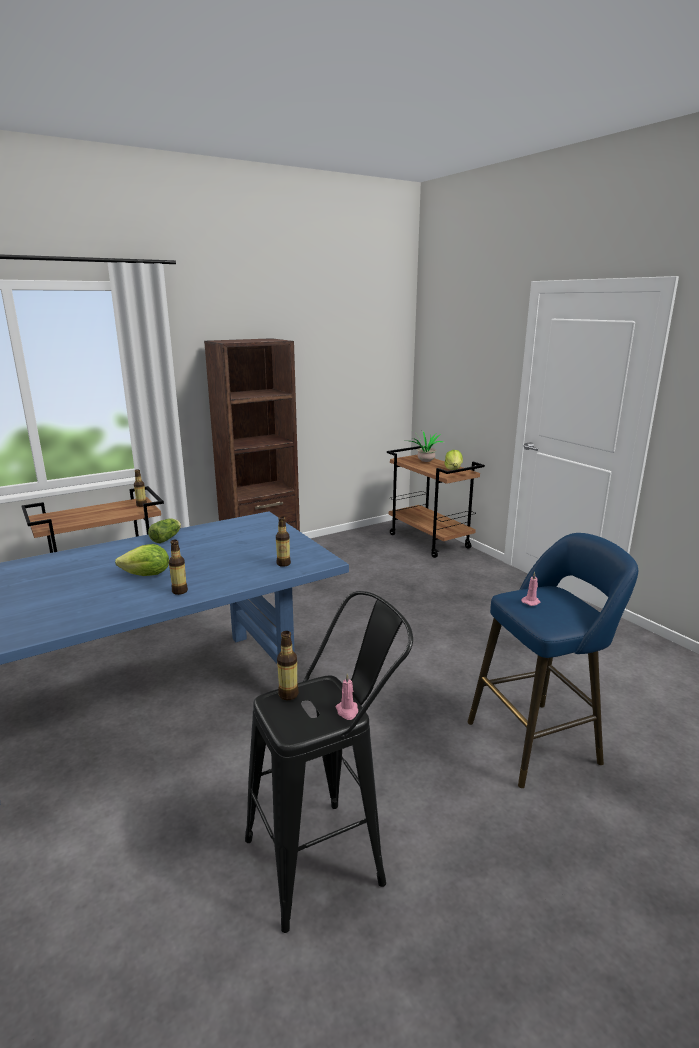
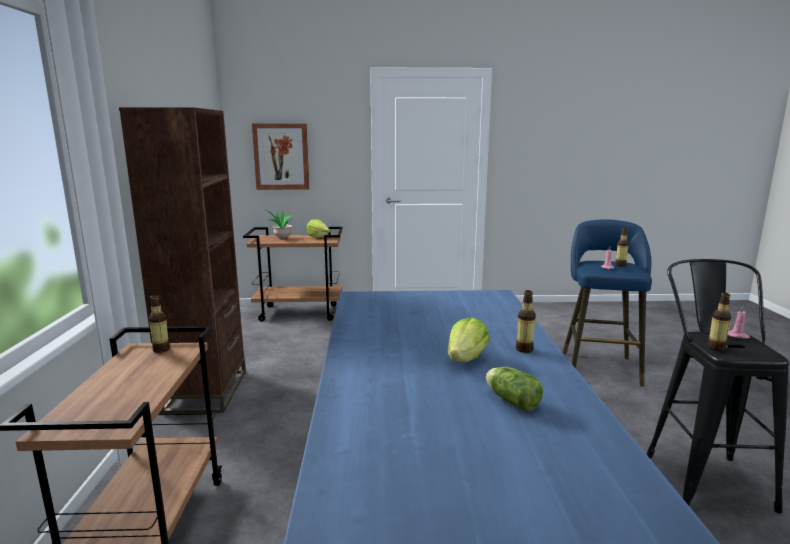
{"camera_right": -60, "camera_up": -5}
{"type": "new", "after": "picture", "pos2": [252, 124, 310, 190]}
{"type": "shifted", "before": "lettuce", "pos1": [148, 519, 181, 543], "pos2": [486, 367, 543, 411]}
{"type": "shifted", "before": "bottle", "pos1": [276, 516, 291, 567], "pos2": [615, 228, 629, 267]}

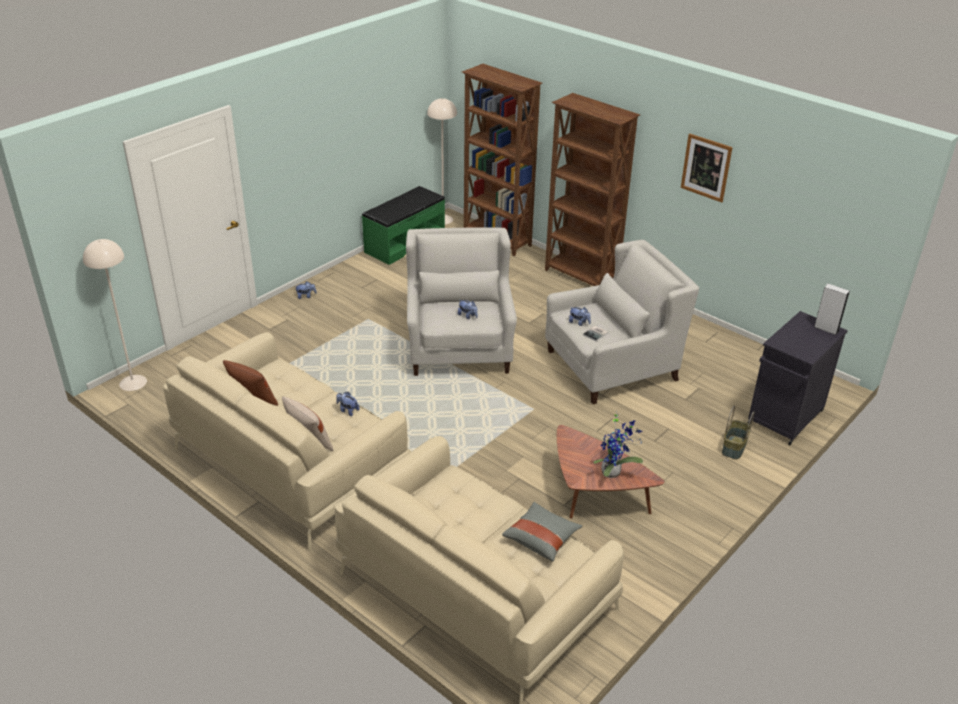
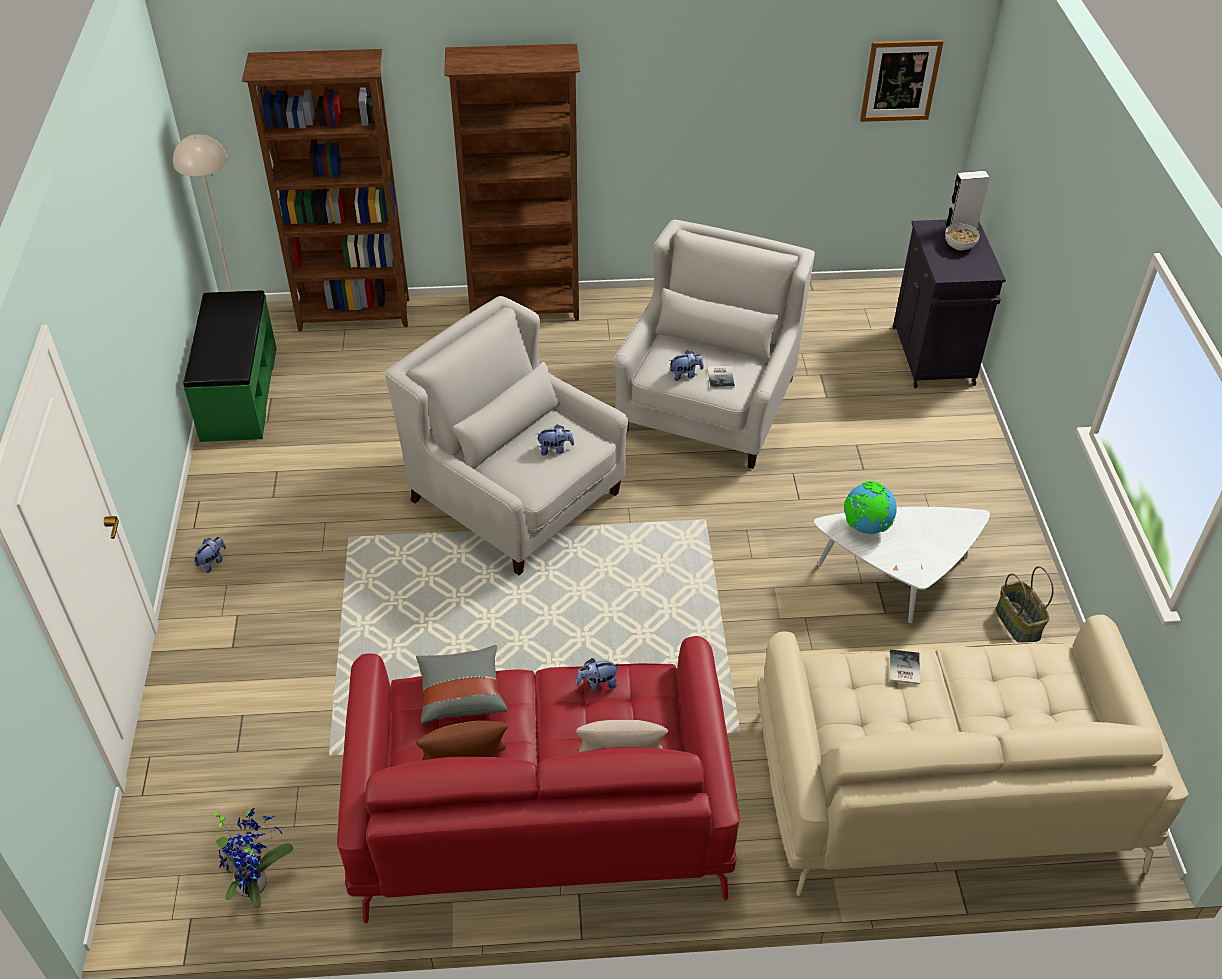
{"camera_right": -45, "camera_up": 10}
{"type": "gone", "before": "floor lamp/beige", "pos1": [83, 239, 147, 391]}
{"type": "new", "after": "globe", "pos2": [844, 481, 897, 534]}
{"type": "new", "after": "book", "pos2": [890, 649, 920, 685]}
{"type": "new", "after": "bowl", "pos2": [945, 224, 980, 250]}
{"type": "shifted", "before": "pillow/grey", "pos1": [502, 502, 582, 562], "pos2": [416, 645, 508, 724]}
{"type": "shifted", "before": "potted plant", "pos1": [593, 411, 643, 478], "pos2": [214, 807, 293, 909]}
{"type": "shifted", "before": "picture", "pos1": [681, 133, 733, 202], "pos2": [860, 40, 944, 122]}
{"type": "shifted", "before": "basket", "pos1": [722, 406, 755, 459], "pos2": [996, 566, 1054, 643]}
{"type": "repainted", "before": "sofa/beige", "after": "sofa/red", "pos1": [163, 332, 411, 551], "pos2": [337, 636, 740, 924]}
{"type": "repainted", "before": "coffee table/brown", "after": "coffee table/white", "pos1": [557, 425, 664, 519], "pos2": [814, 507, 990, 624]}

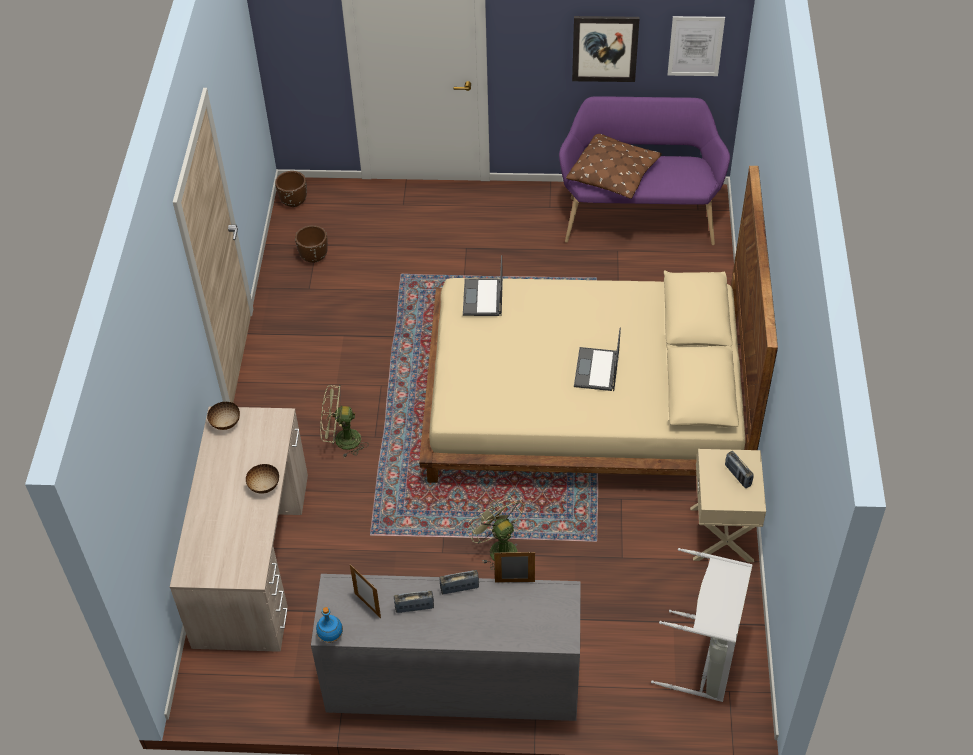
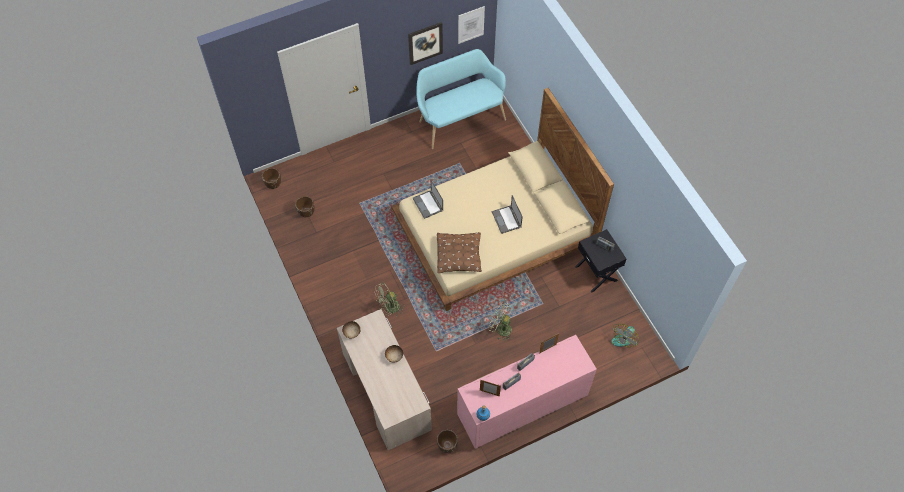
{"camera_right": -30, "camera_up": 10}
{"type": "new", "after": "planter/brown", "pos2": [437, 429, 458, 453]}
{"type": "shifted", "before": "pillow/brown", "pos1": [566, 134, 662, 199], "pos2": [437, 232, 482, 273]}
{"type": "swapped", "before": "laundry basket/grey", "after": "fan", "pos1": [651, 548, 753, 702], "pos2": [611, 324, 639, 348]}
{"type": "repainted", "before": "dresser/grey", "after": "dresser/pink", "pos1": [311, 574, 581, 721], "pos2": [457, 335, 597, 449]}
{"type": "repainted", "before": "bench/purple", "after": "bench/turquoise", "pos1": [559, 96, 730, 245], "pos2": [416, 49, 506, 149]}
{"type": "repainted", "before": "nightstand/beige", "after": "nightstand/black", "pos1": [690, 449, 766, 562], "pos2": [575, 229, 626, 293]}

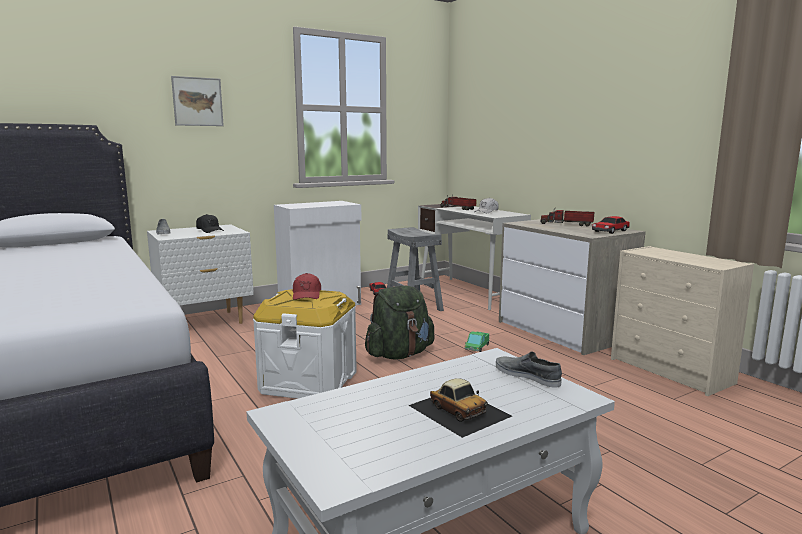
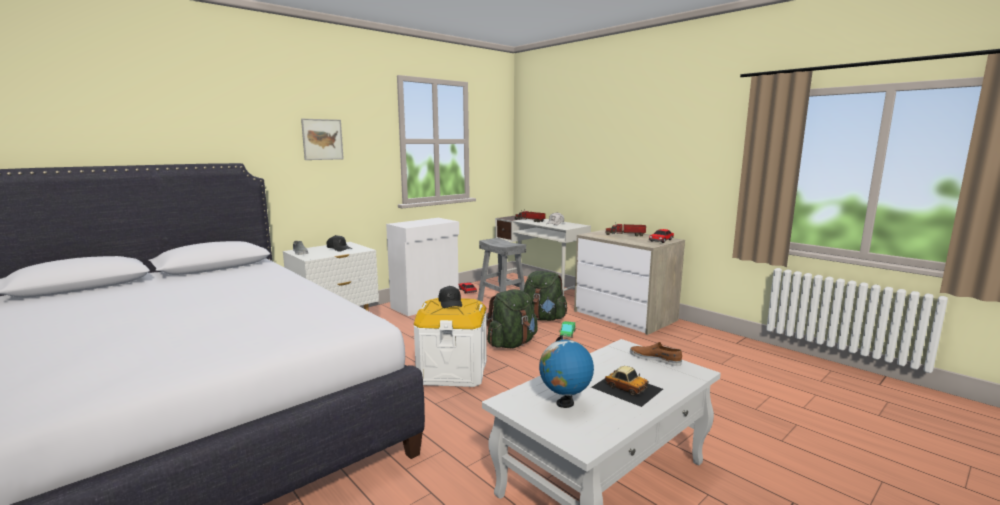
{"camera_right": -10, "camera_up": 0}
{"type": "gone", "before": "dresser/beige", "pos1": [611, 246, 754, 396]}
{"type": "new", "after": "backpack/green", "pos2": [524, 271, 568, 321]}
{"type": "new", "after": "globe", "pos2": [539, 335, 594, 408]}
{"type": "repainted", "before": "cap/red", "after": "cap/black", "pos1": [293, 273, 321, 300], "pos2": [438, 286, 462, 308]}
{"type": "repainted", "before": "shoe/grey", "after": "shoe/brown", "pos1": [496, 351, 562, 388], "pos2": [630, 342, 682, 366]}

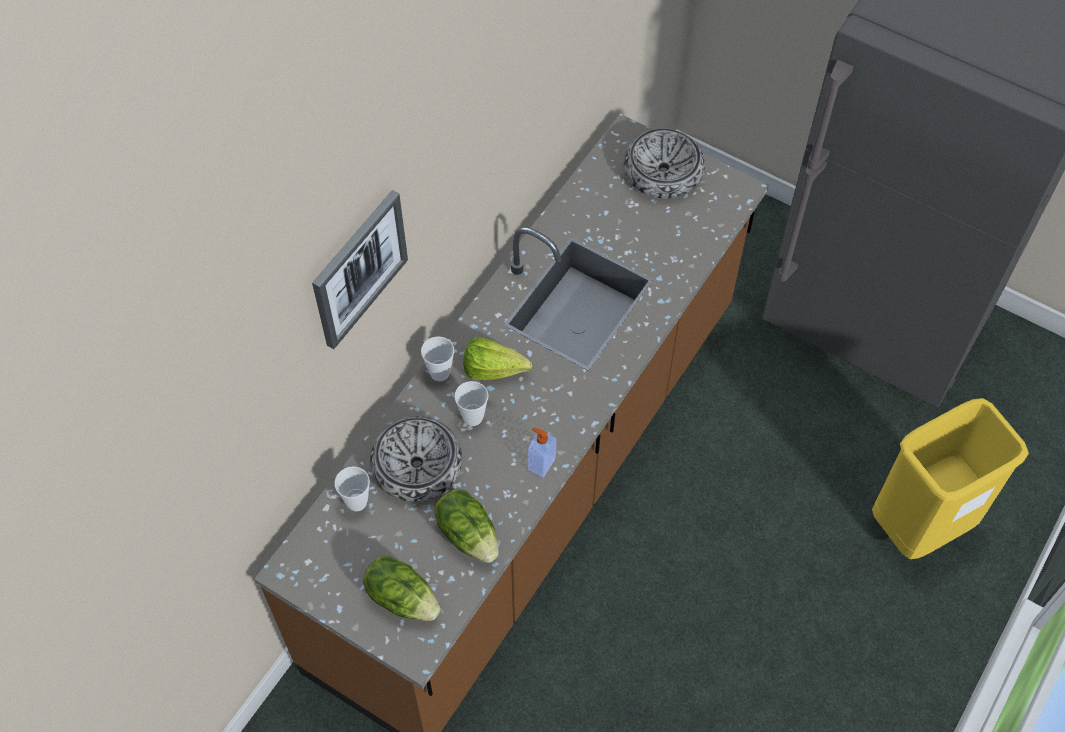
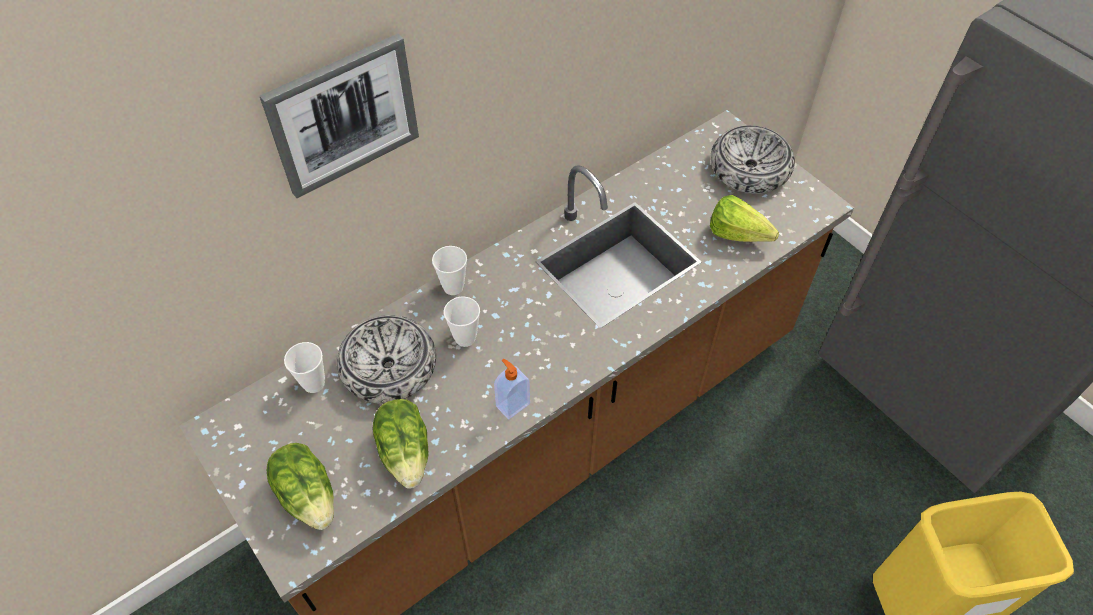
{"camera_right": 20, "camera_up": -5}
{"type": "shifted", "before": "lettuce", "pos1": [464, 337, 532, 380], "pos2": [710, 195, 779, 242]}

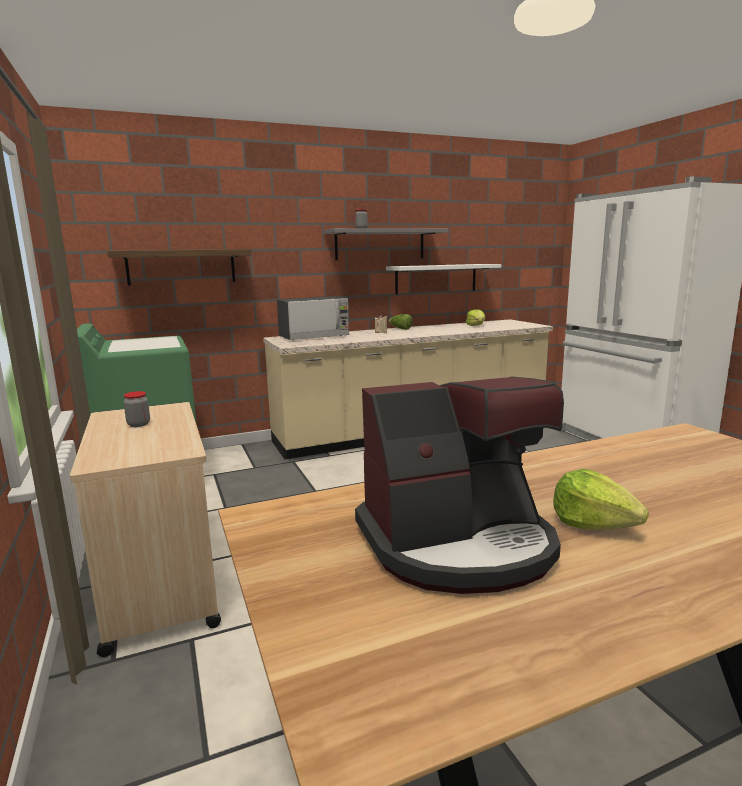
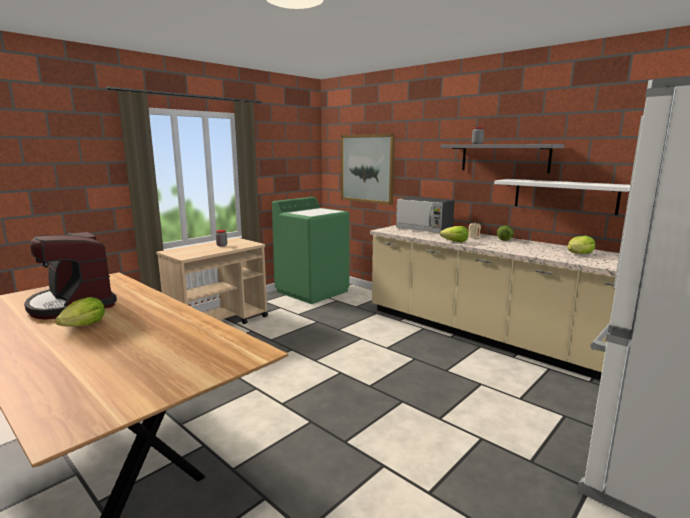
{"camera_right": 65, "camera_up": 0}
{"type": "new", "after": "lettuce", "pos2": [440, 226, 468, 242]}
{"type": "swapped", "before": "shelf", "after": "picture", "pos1": [107, 249, 252, 285], "pos2": [341, 134, 395, 205]}

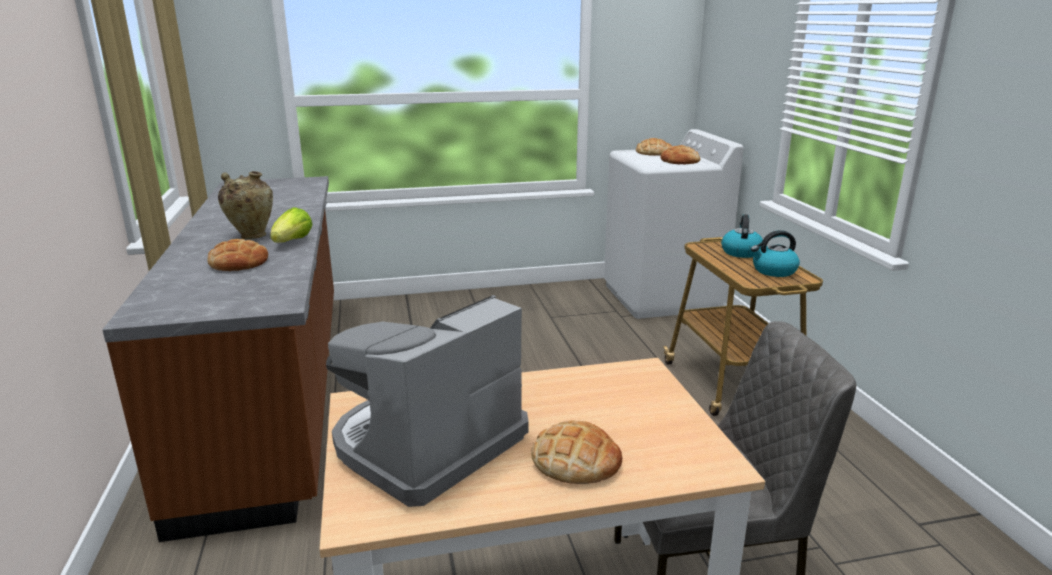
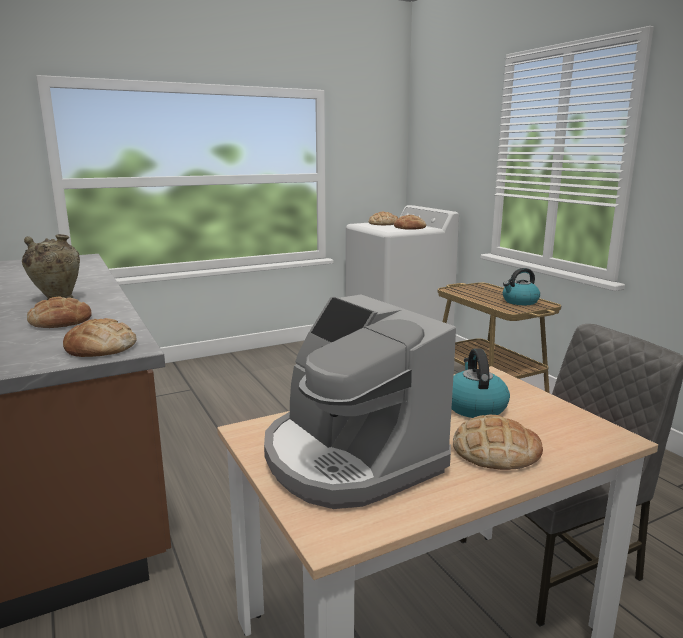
{"camera_right": -15, "camera_up": -5}
{"type": "gone", "before": "lettuce", "pos1": [270, 207, 312, 243]}
{"type": "new", "after": "bread", "pos2": [63, 318, 136, 357]}
{"type": "shifted", "before": "kettle", "pos1": [721, 214, 763, 258], "pos2": [452, 349, 510, 418]}
{"type": "rotated", "before": "coffee machine", "pos1": [326, 295, 529, 507], "pos2": [264, 295, 456, 509], "turn": -60}

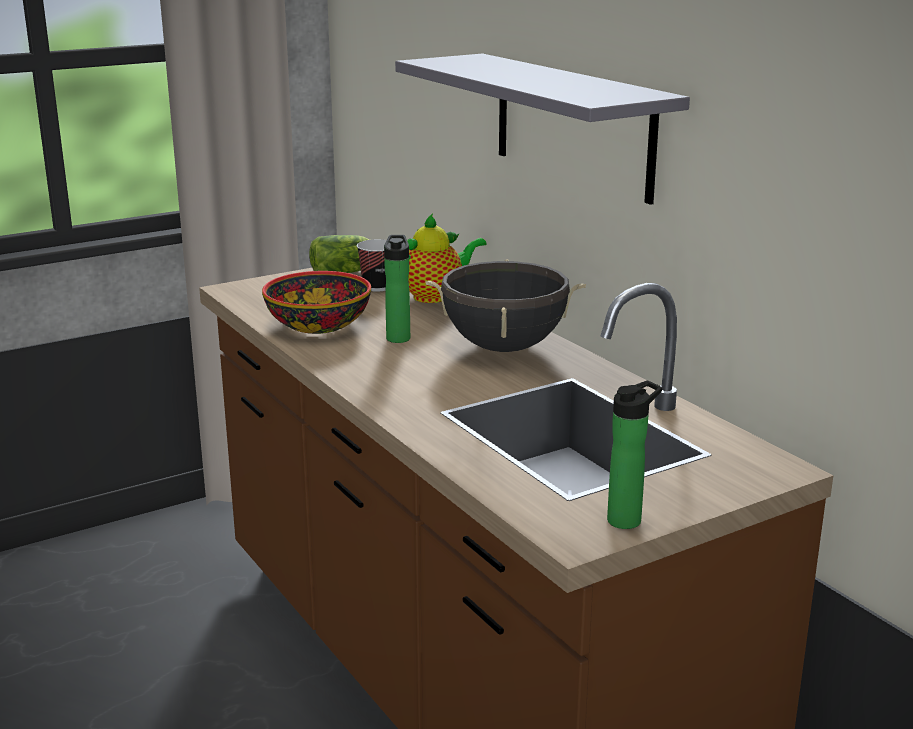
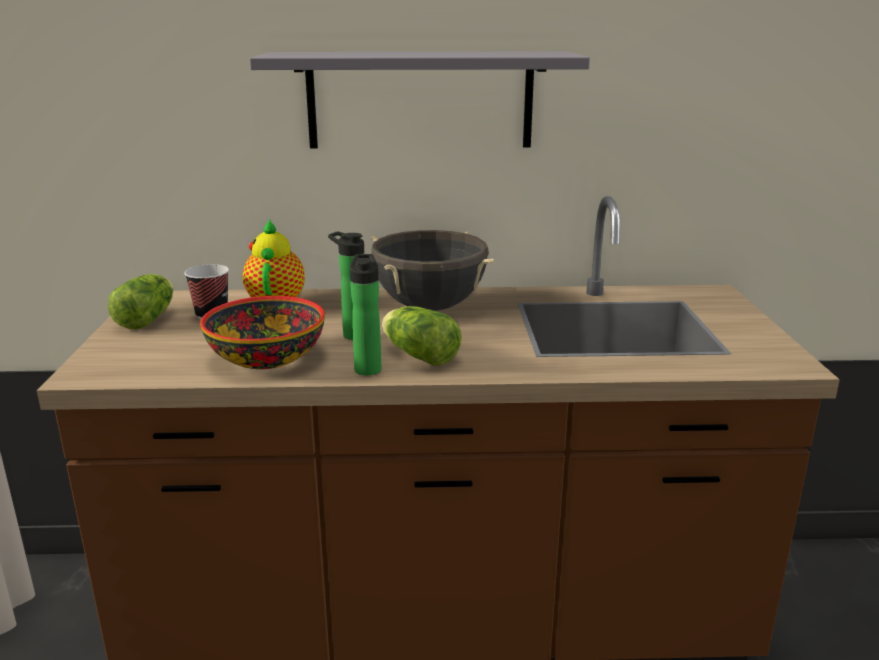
{"camera_right": -60, "camera_up": 0}
{"type": "new", "after": "lettuce", "pos2": [382, 306, 462, 366]}
{"type": "shifted", "before": "bottle", "pos1": [607, 381, 662, 529], "pos2": [350, 254, 381, 376]}

